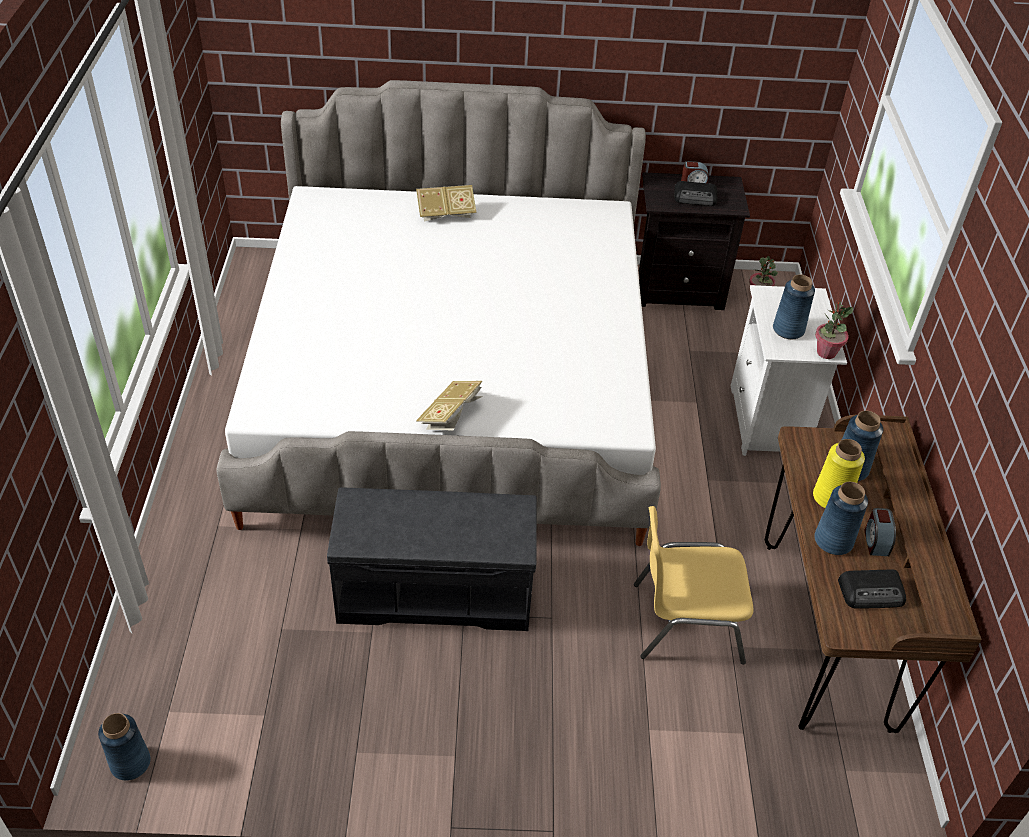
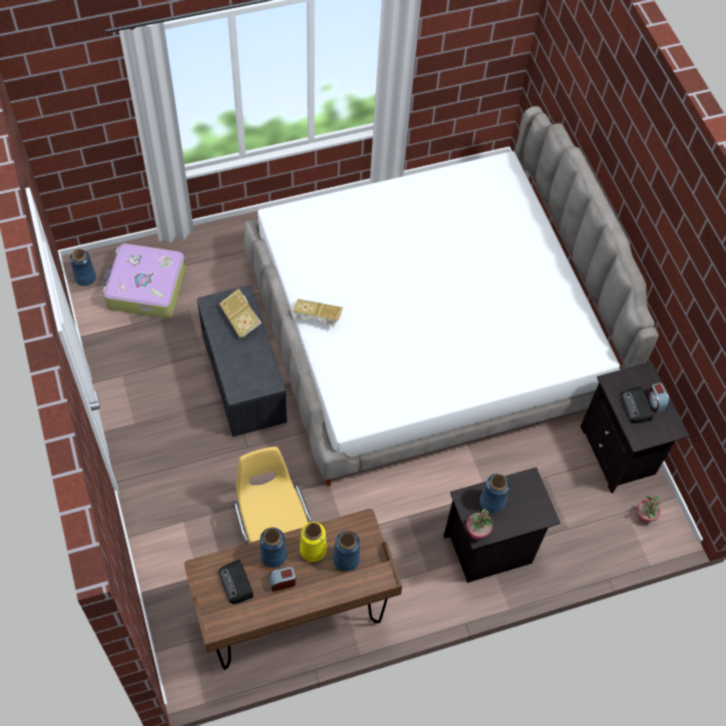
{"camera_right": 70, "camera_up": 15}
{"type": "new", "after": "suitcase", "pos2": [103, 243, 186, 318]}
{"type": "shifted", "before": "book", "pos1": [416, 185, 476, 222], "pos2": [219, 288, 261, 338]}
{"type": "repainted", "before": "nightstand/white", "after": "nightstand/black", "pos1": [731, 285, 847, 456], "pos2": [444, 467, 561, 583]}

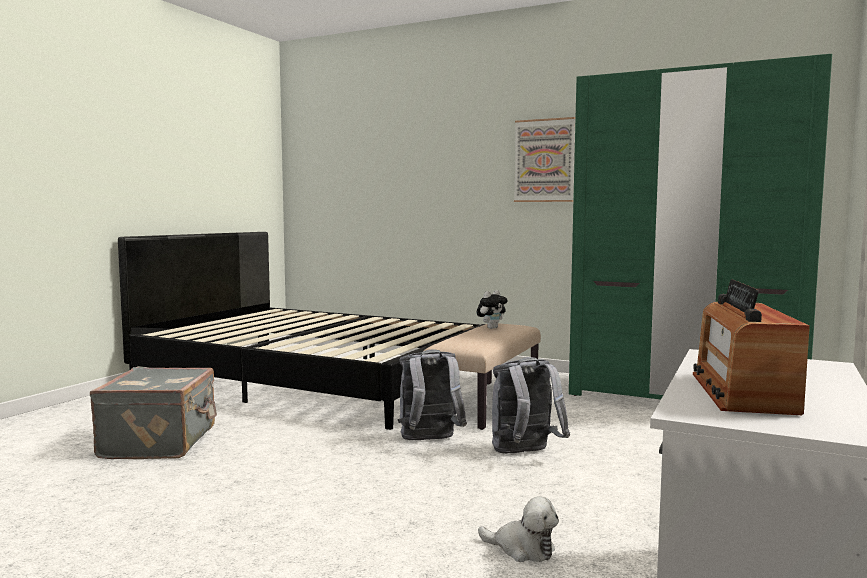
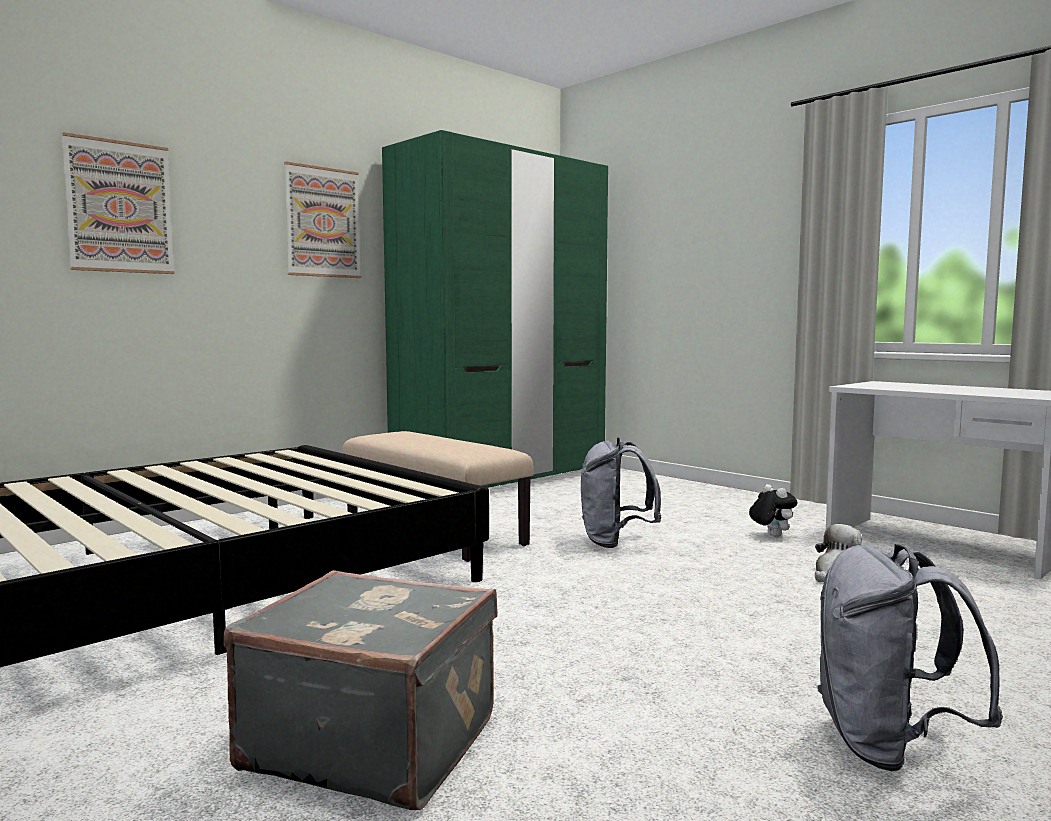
{"camera_right": -70, "camera_up": 0}
{"type": "gone", "before": "radio", "pos1": [693, 279, 810, 415]}
{"type": "new", "after": "picture", "pos2": [62, 132, 174, 274]}
{"type": "shifted", "before": "backpack/grey", "pos1": [398, 349, 467, 440], "pos2": [817, 544, 1003, 771]}
{"type": "shifted", "before": "plush toy", "pos1": [477, 290, 508, 329], "pos2": [749, 484, 798, 537]}

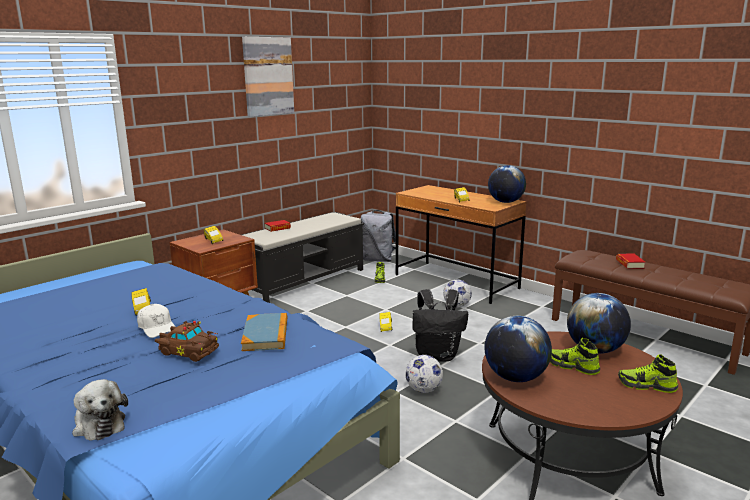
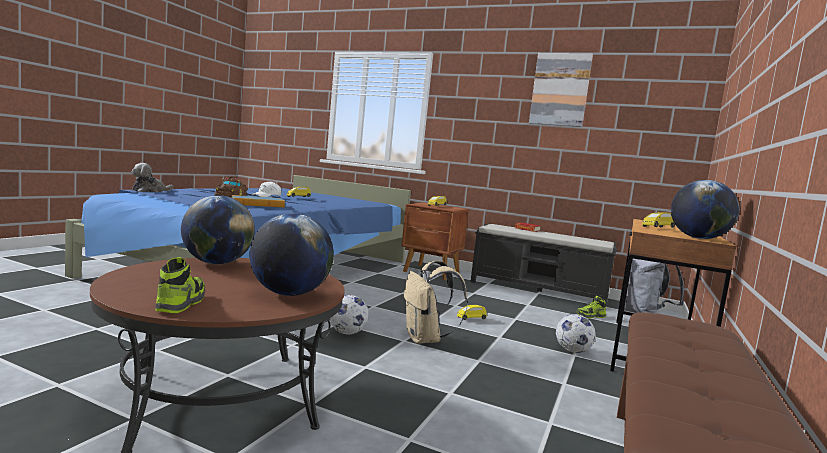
{"camera_right": 70, "camera_up": -10}
{"type": "gone", "before": "shoe", "pos1": [550, 338, 600, 375]}
{"type": "gone", "before": "book", "pos1": [616, 254, 645, 269]}
{"type": "repainted", "before": "backpack/black", "after": "backpack/beige", "pos1": [413, 289, 468, 361], "pos2": [404, 260, 468, 344]}

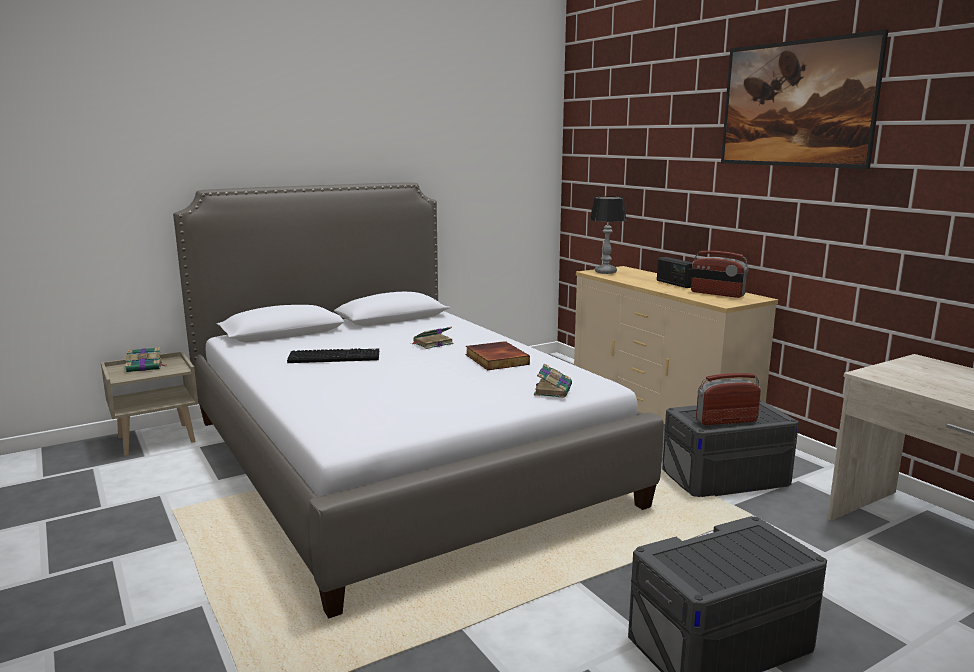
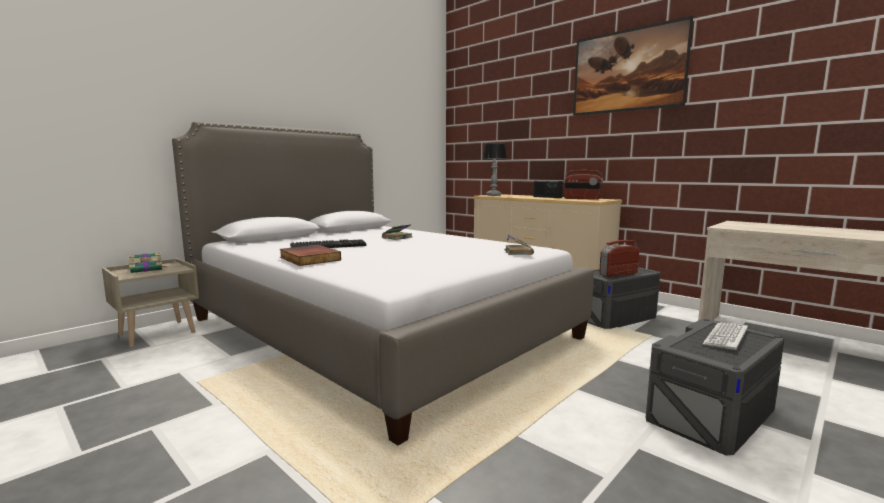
{"camera_right": -15, "camera_up": -5}
{"type": "new", "after": "keyboard", "pos2": [702, 322, 748, 350]}
{"type": "shifted", "before": "book", "pos1": [466, 341, 530, 370], "pos2": [280, 245, 341, 266]}

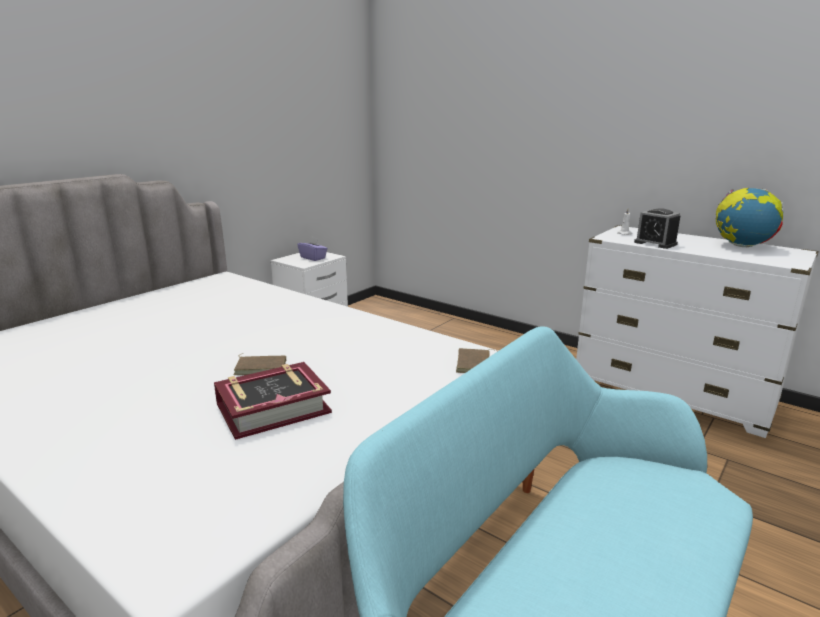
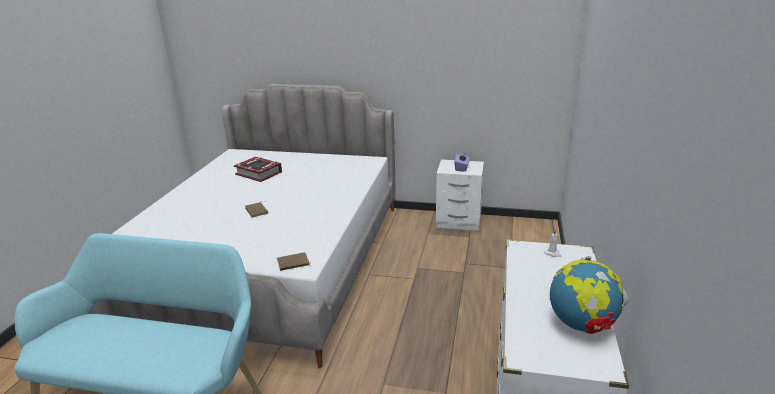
{"camera_right": 65, "camera_up": 5}
{"type": "gone", "before": "alarm clock", "pos1": [634, 208, 680, 249]}
{"type": "shifted", "before": "book", "pos1": [214, 362, 332, 440], "pos2": [234, 157, 282, 182]}

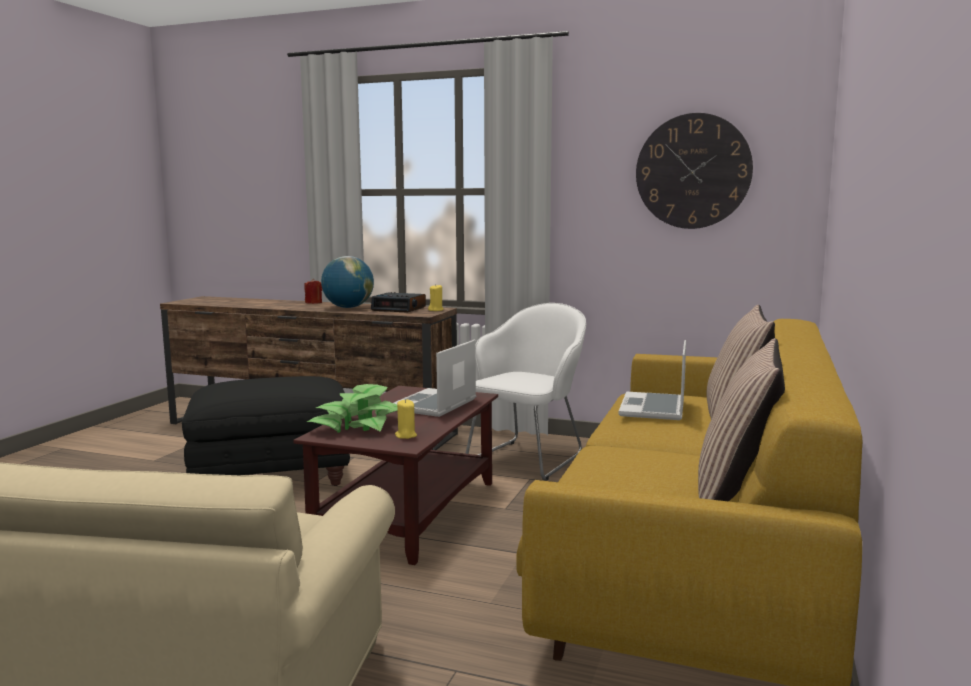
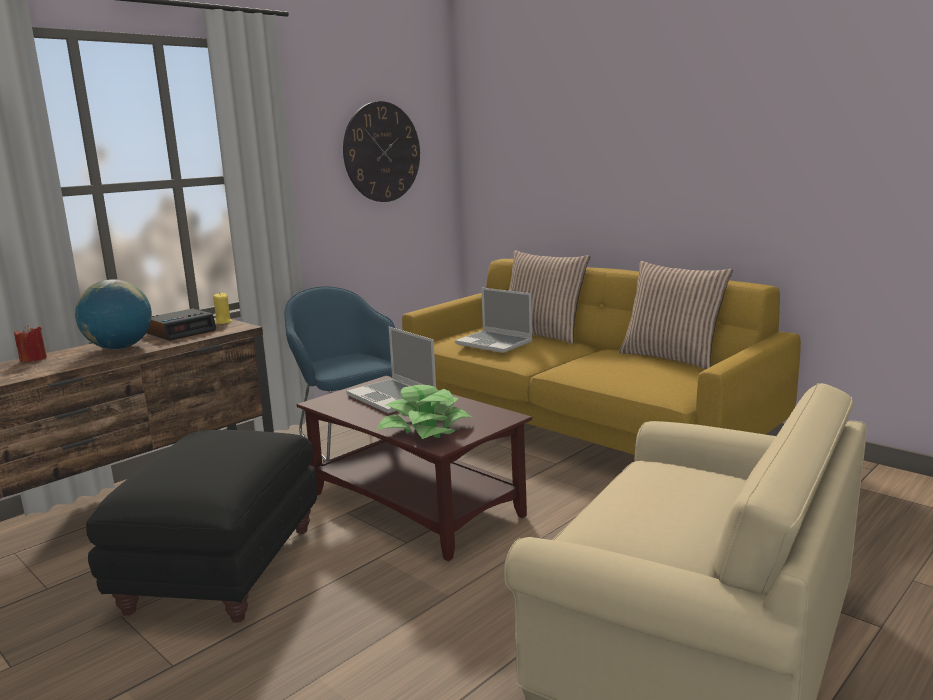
{"camera_right": -65, "camera_up": 5}
{"type": "gone", "before": "candle/yellow", "pos1": [395, 399, 417, 439]}
{"type": "repainted", "before": "armchair/white", "after": "armchair/blue", "pos1": [465, 303, 586, 481], "pos2": [284, 286, 395, 462]}

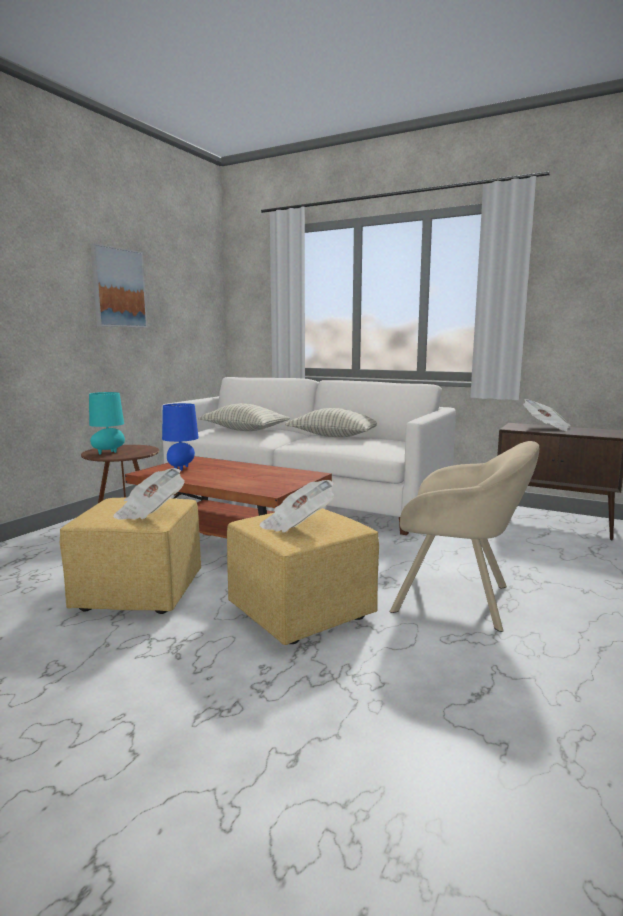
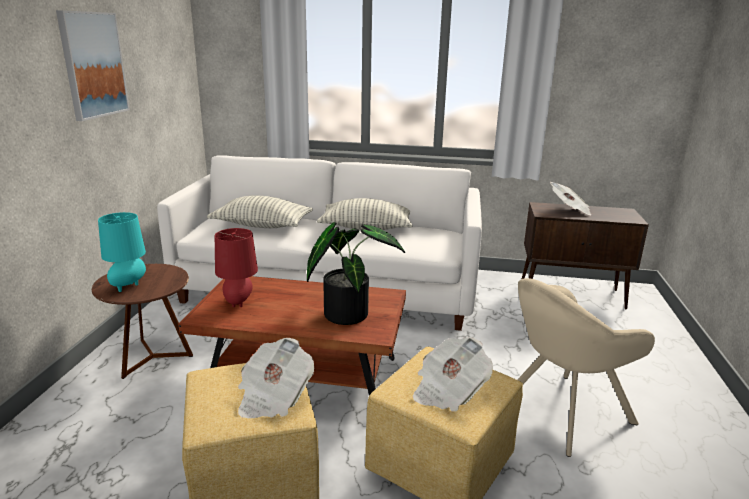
{"camera_right": -20, "camera_up": 10}
{"type": "new", "after": "potted plant", "pos2": [307, 222, 405, 325]}
{"type": "repainted", "before": "table lamp/blue", "after": "table lamp/red", "pos1": [162, 403, 199, 471], "pos2": [215, 228, 258, 307]}
{"type": "rotated", "before": "armchair/beige", "pos1": [389, 441, 539, 632], "pos2": [517, 278, 655, 457], "turn": 150}

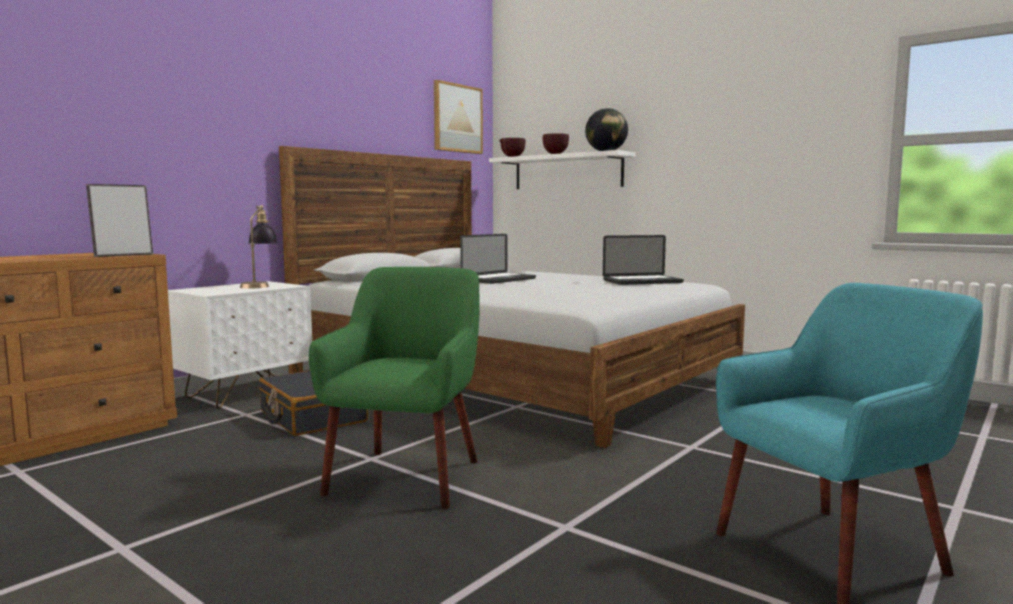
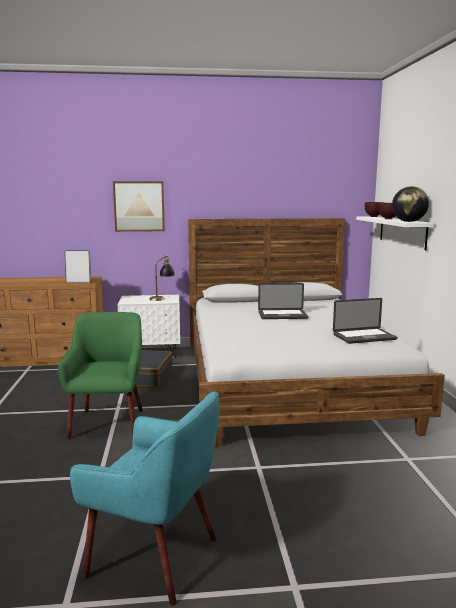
{"camera_right": 45, "camera_up": 5}
{"type": "shifted", "before": "picture", "pos1": [434, 80, 483, 154], "pos2": [113, 181, 165, 232]}
{"type": "rotated", "before": "armchair/green", "pos1": [309, 267, 480, 509], "pos2": [58, 312, 143, 439], "turn": -60}
{"type": "rotated", "before": "laptop", "pos1": [603, 235, 684, 285], "pos2": [333, 298, 397, 344], "turn": -45}

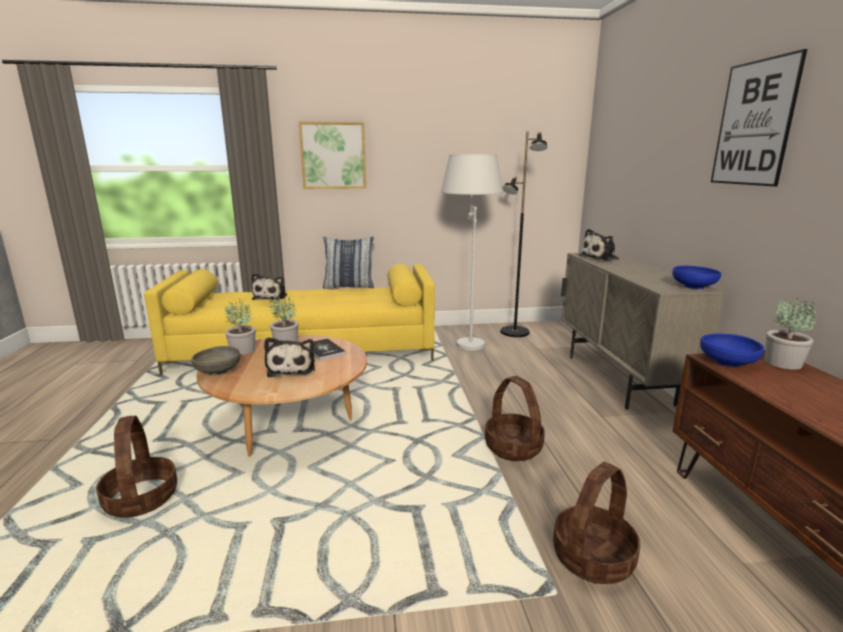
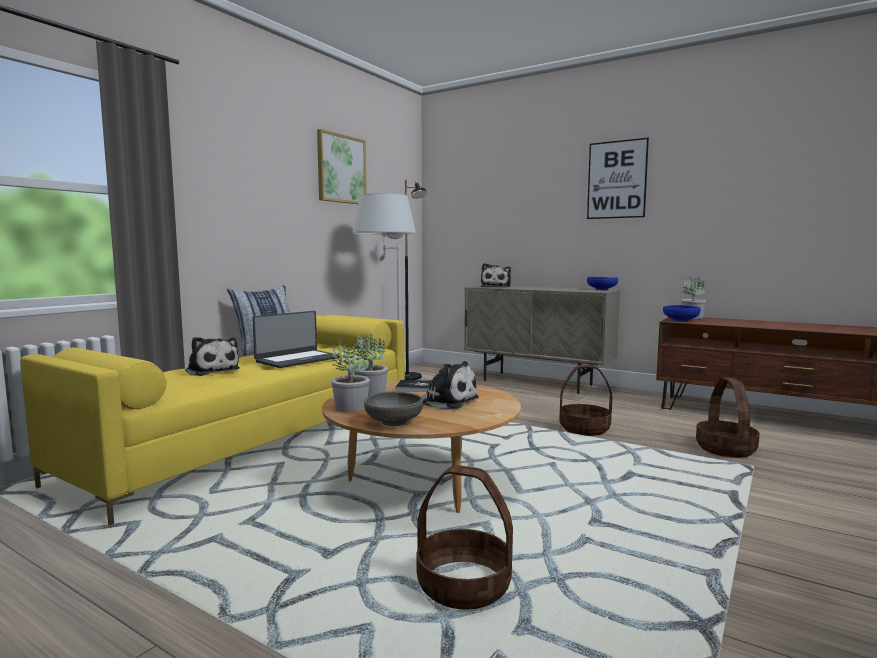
{"camera_right": -50, "camera_up": -10}
{"type": "new", "after": "laptop", "pos2": [252, 311, 340, 368]}
{"type": "shifted", "before": "picture", "pos1": [299, 122, 366, 189], "pos2": [317, 129, 367, 204]}

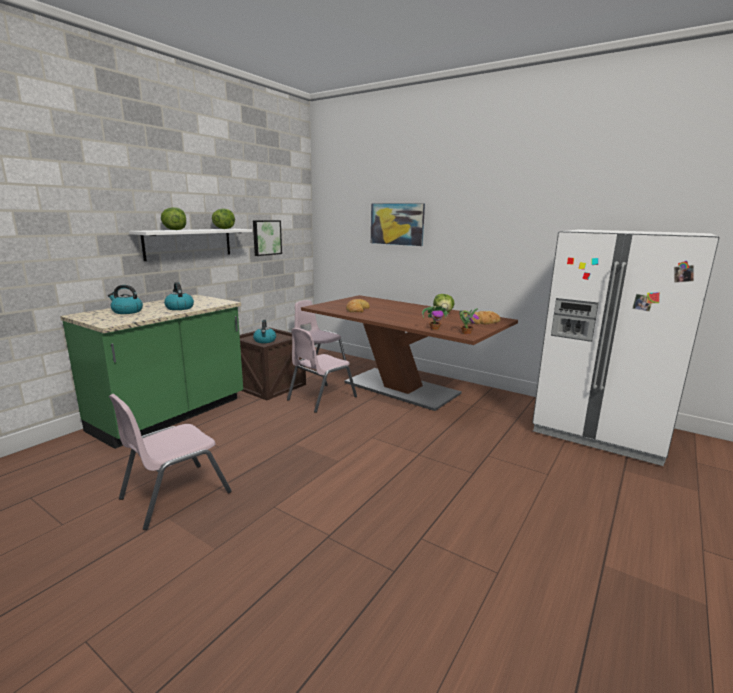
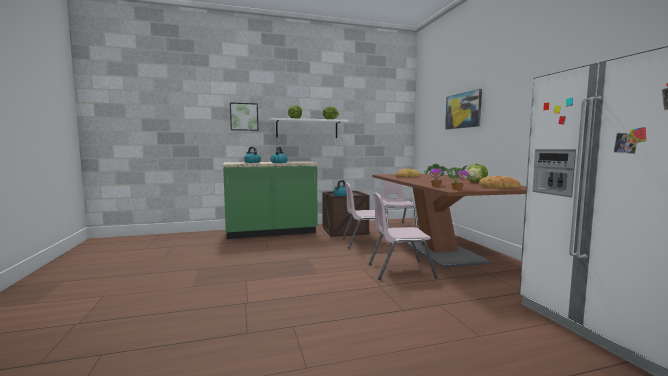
{"camera_right": 40, "camera_up": -10}
{"type": "shifted", "before": "chair/pink", "pos1": [109, 394, 232, 530], "pos2": [369, 193, 437, 280]}
{"type": "shifted", "before": "picture", "pos1": [253, 220, 282, 256], "pos2": [230, 102, 258, 131]}

